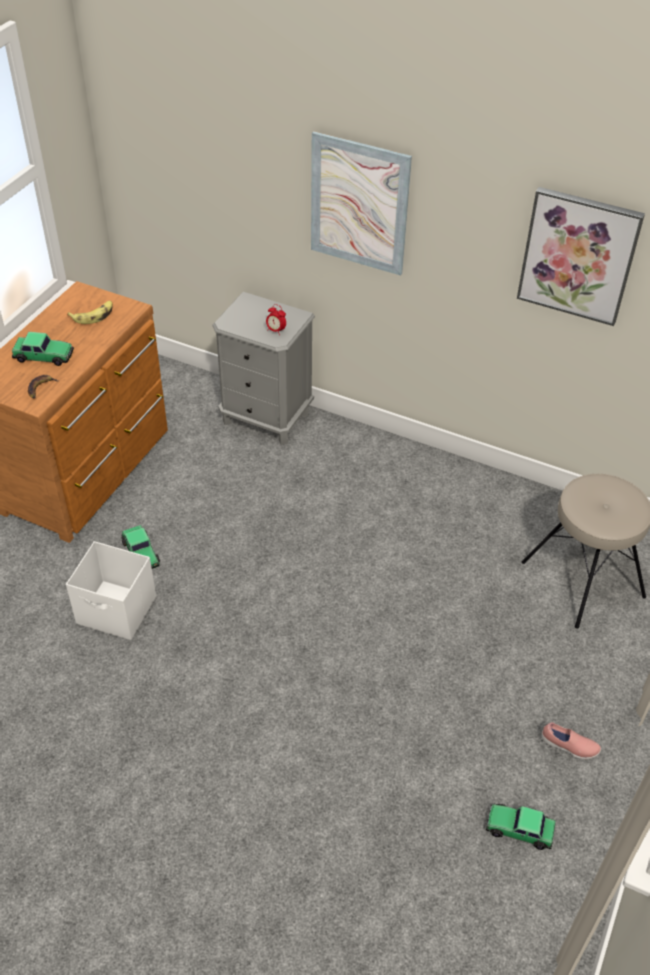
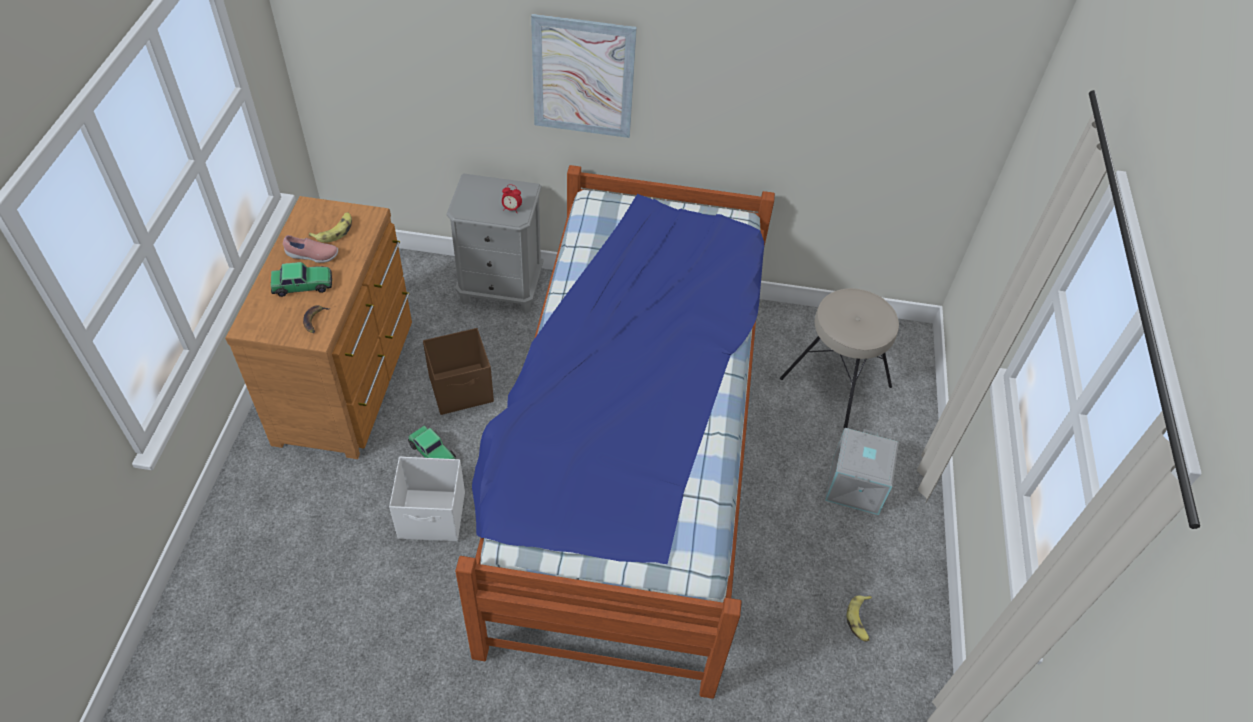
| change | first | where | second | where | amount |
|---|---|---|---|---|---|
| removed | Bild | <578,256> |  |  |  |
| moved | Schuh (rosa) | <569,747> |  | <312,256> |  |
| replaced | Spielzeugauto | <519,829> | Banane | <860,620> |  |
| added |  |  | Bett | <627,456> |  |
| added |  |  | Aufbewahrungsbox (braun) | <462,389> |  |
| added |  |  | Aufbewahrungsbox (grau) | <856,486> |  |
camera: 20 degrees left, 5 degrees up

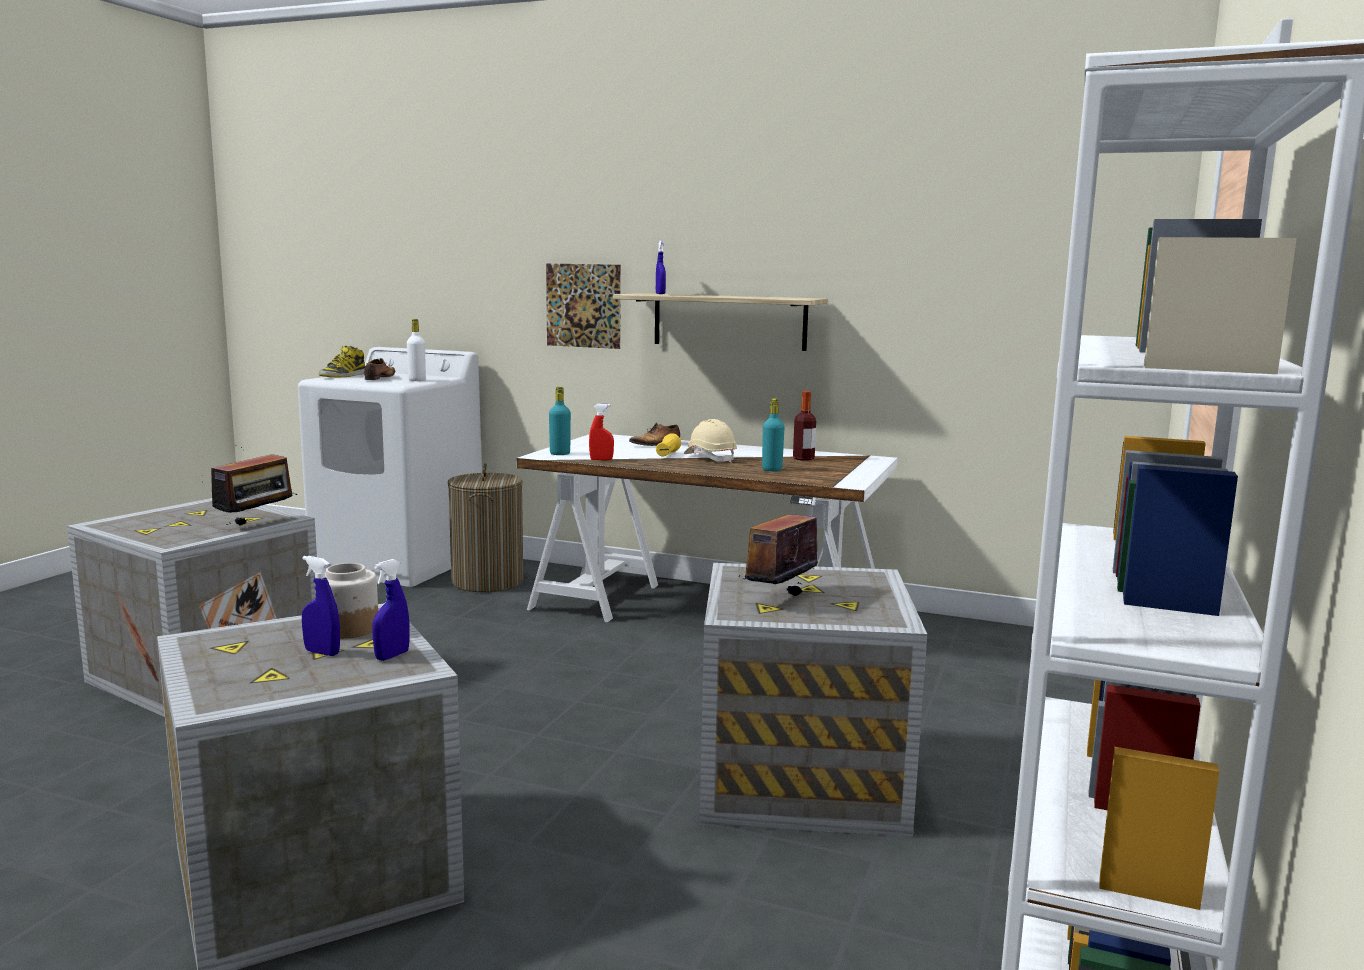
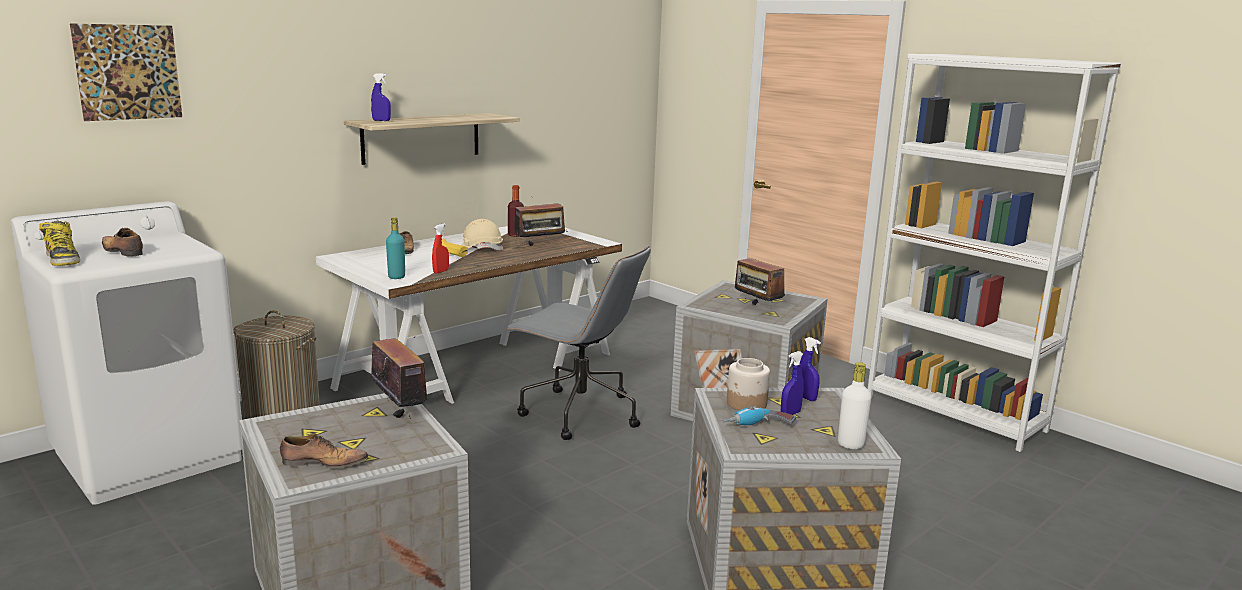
| change | first | where | second | where | amount |
|---|---|---|---|---|---|
| moved | Bild | <583,305> |  | <128,72> |  |
| moved | Flasche (weiß) | <417,380> |  | <850,444> |  |
| replaced | Flasche (türkis) | <772,469> | Radio | <540,246> |  |
| added |  |  | Bürostuhl (grau) | <578,413> |  |
| added |  |  | Bohrmaschine | <758,427> |  |
| added |  |  | Schuh | <323,463> |  |
camera: 65 degrees left, 5 degrees up

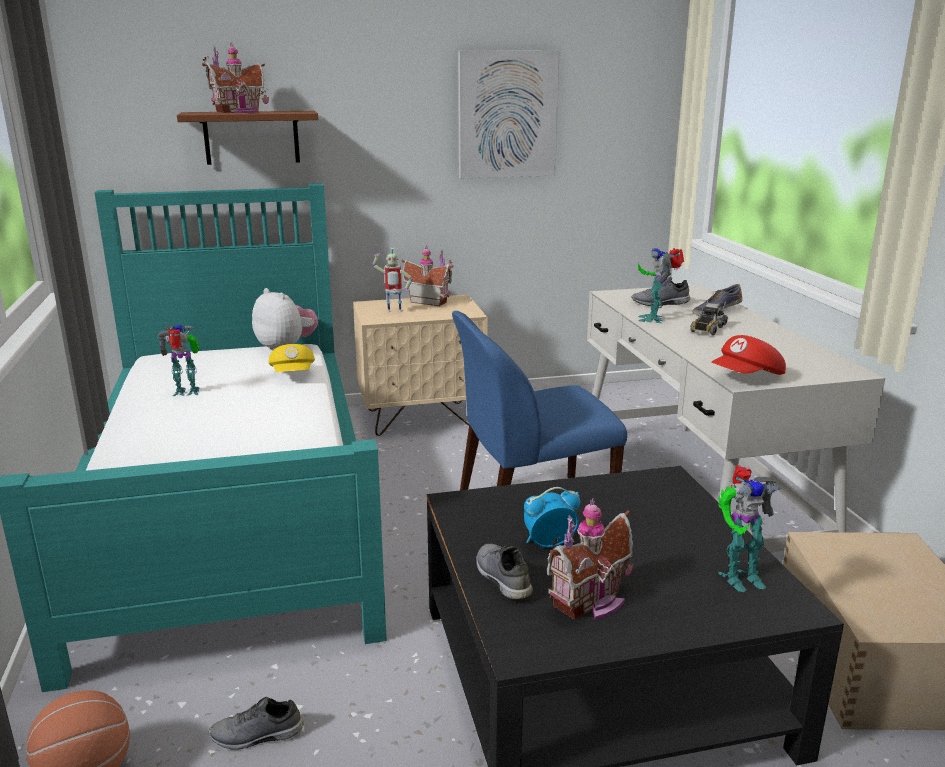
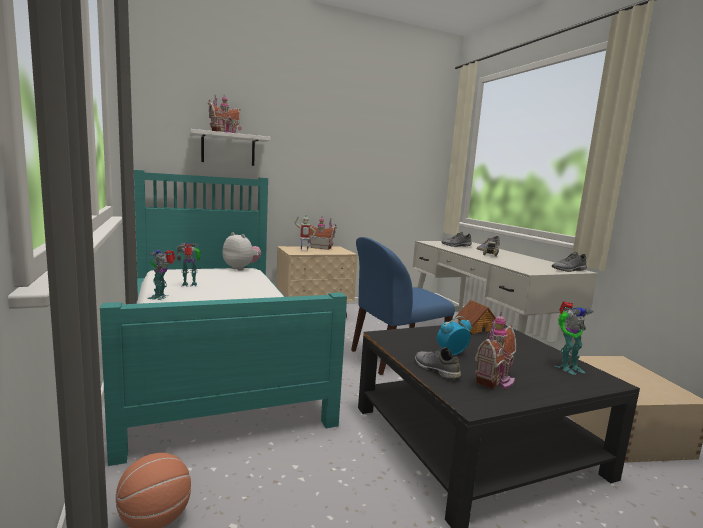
| change | first | where | second | where | amount |
|---|---|---|---|---|---|
| removed | Bild | <507,115> |  |  |  |
| recoloured | Wandregal (braun) | <251,137> | Wandregal (weiß) | <228,149> |  |
| moved | Spielzeugroboter | <654,319> |  | <160,297> |  |
| removed | Kappe (rot) | <747,378> |  |  |  |
| removed | Kappe (gelb) | <293,375> |  |  |  |
| moved | Schuh (grau) | <256,736> |  | <569,270> |  |
| added |  |  | Spielzeughaus | <475,328> |  |
camera: 10 degrees left, 10 degrees down

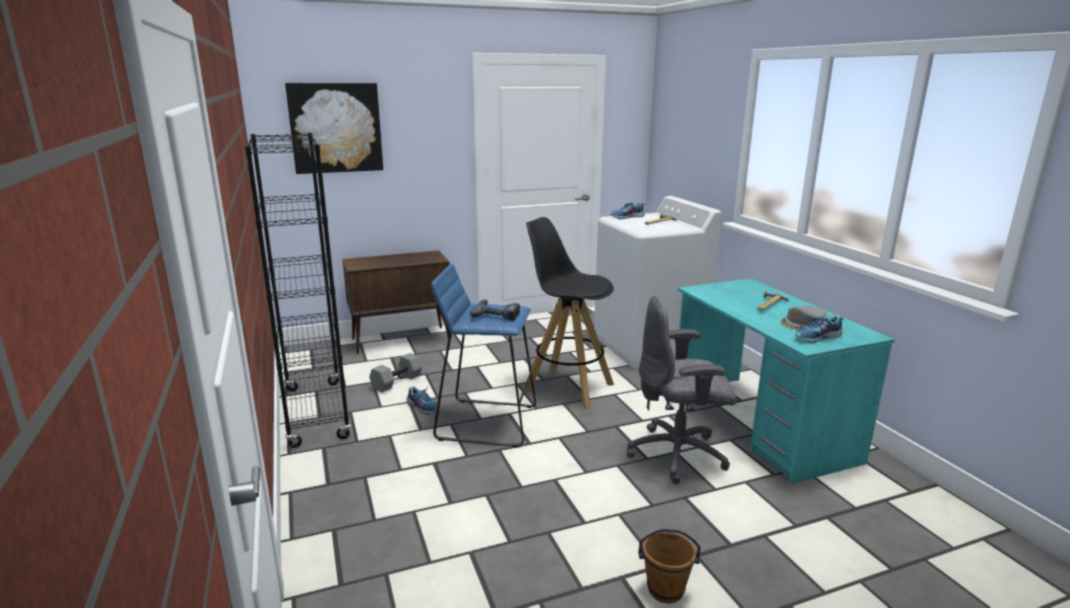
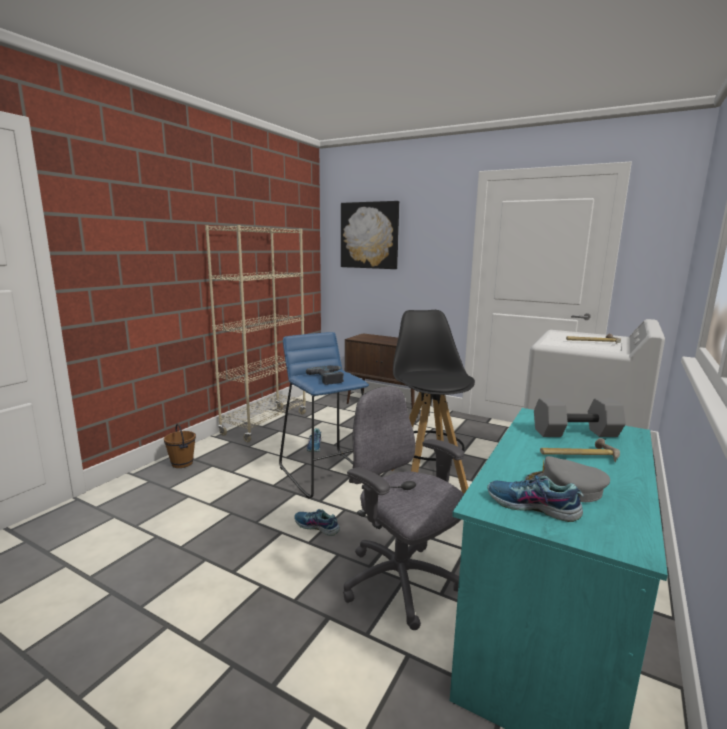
| change | first | where | second | where | amount |
|---|---|---|---|---|---|
| recoloured | Bücherregal (schwarz) | <316,413> | Bücherregal (beige) | <265,424> |  |
| moved | Schuh | <627,217> |  | <316,527> |  |
| moved | Hantel (grau) | <396,381> |  | <575,432> |  |
| moved | Eimer (braun) | <665,591> |  | <181,464> |  |
camera: 50 degrees right, 5 degrees down

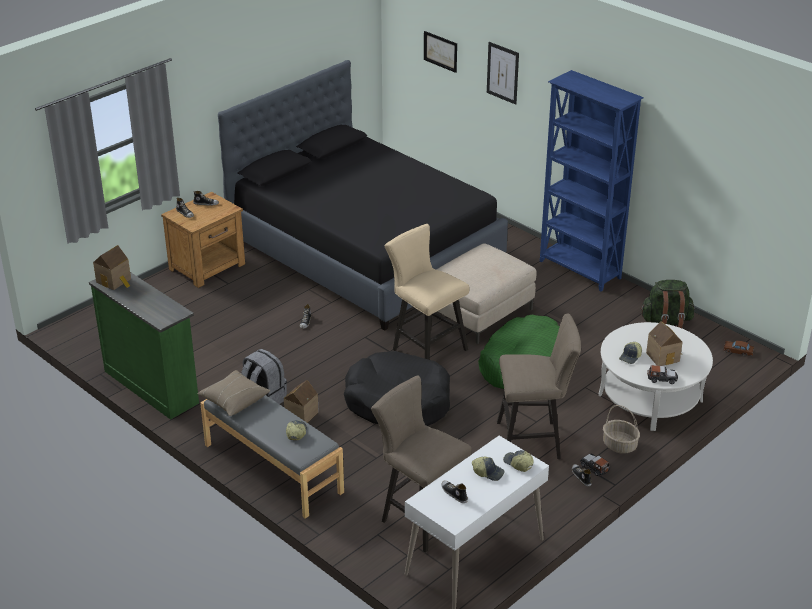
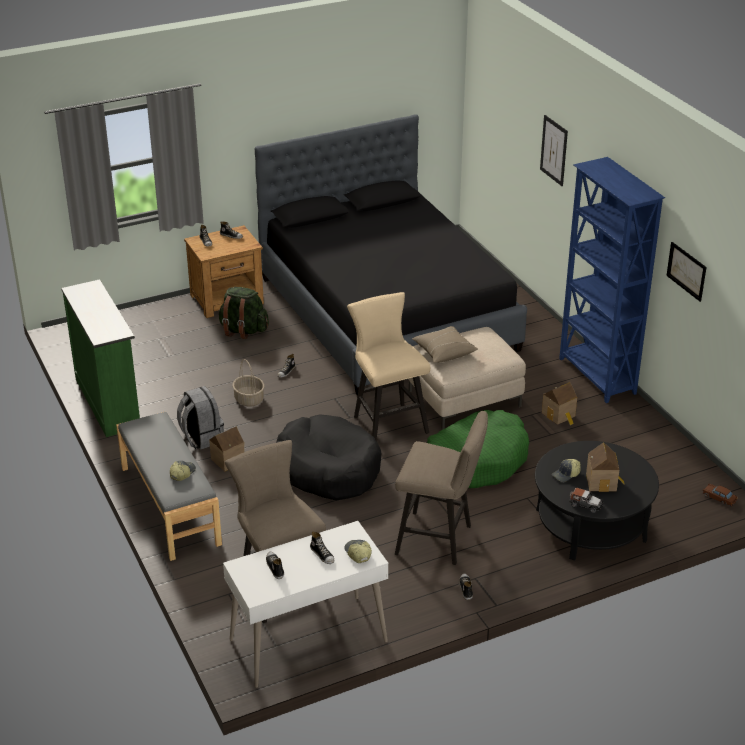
| change | first | where | second | where | amount |
|---|---|---|---|---|---|
| moved | Bild | <440,51> |  | <686,271> |  |
| moved | Spielzeughaus | <115,281> |  | <559,415> |  |
| moved | Rucksack (grün) | <666,323> |  | <243,330> |  |
| recoloured | Couchtisch (weiß) | <650,397> | Couchtisch (schwarz) | <591,524> |  |
| moved | Kissen (beige) | <234,400> |  | <444,352> |  |
| moved | Korb | <619,445> |  | <248,399> |  |
| removed | Spielzeugauto | <594,467> |  |  |  |
| replaced | Kappe | <488,472> | Schuh | <322,554> |  |
camera: 20 degrees right, 0 degrees up

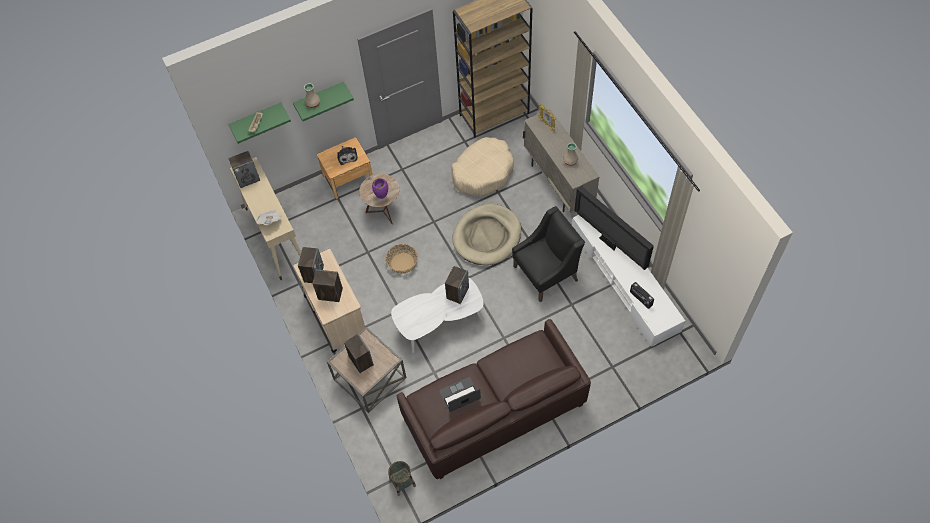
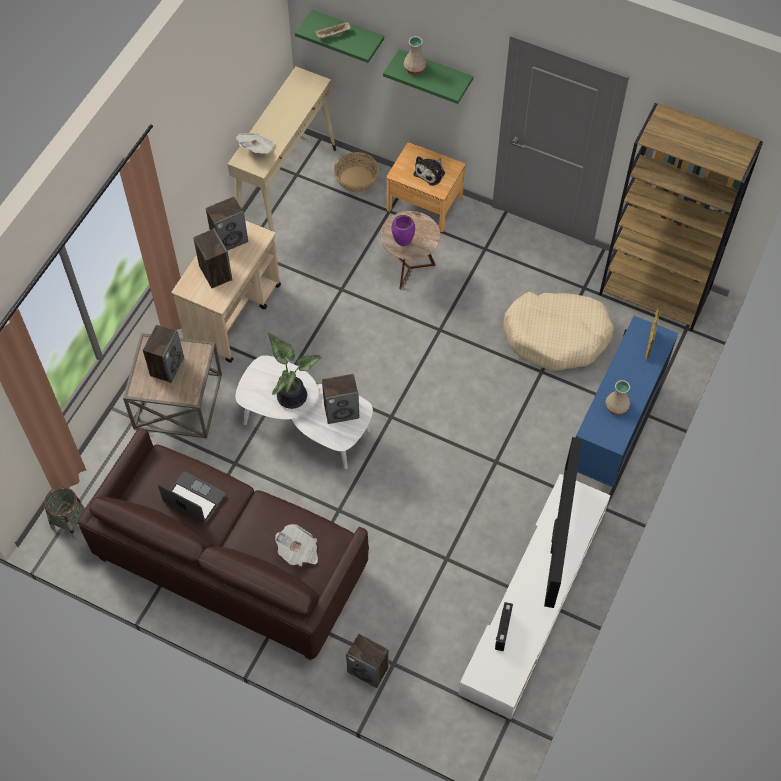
| change | first | where | second | where | amount |
|---|---|---|---|---|---|
| recoloured | Schrank (beige) | <558,184> | Schrank (blau) | <613,432> |  |
| moved | Lautsprecher | <248,178> |  | <368,669> |  |
| removed | Hundebett (beige) | <487,236> |  |  |  |
| removed | Sessel (schwarz) | <546,273> |  |  |  |
| moved | Korb | <402,263> |  | <356,179> |  |
| added |  |  | Topfpflanze | <292,395> |  |
| added |  |  | Zeitung | <298,551> |  |
camera: 50 degrees right, 0 degrees up

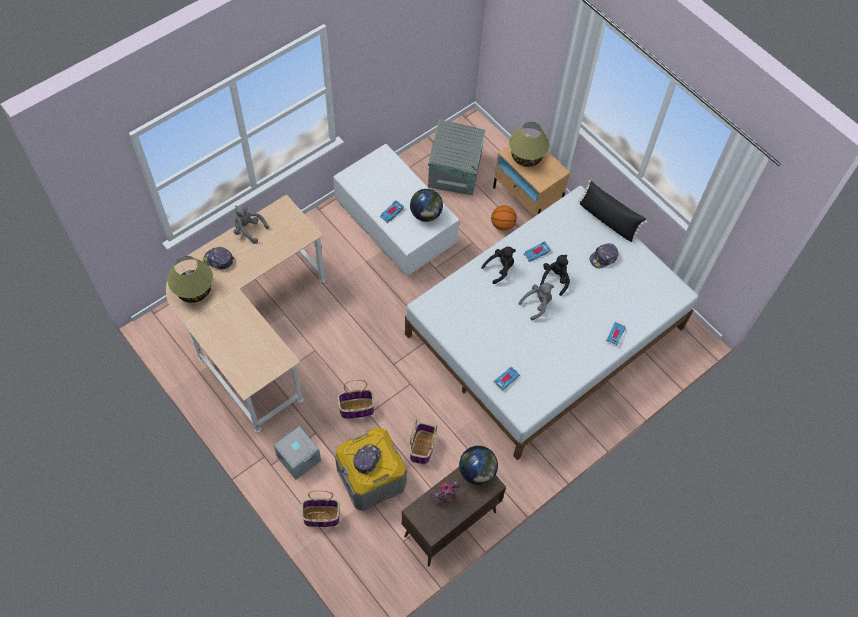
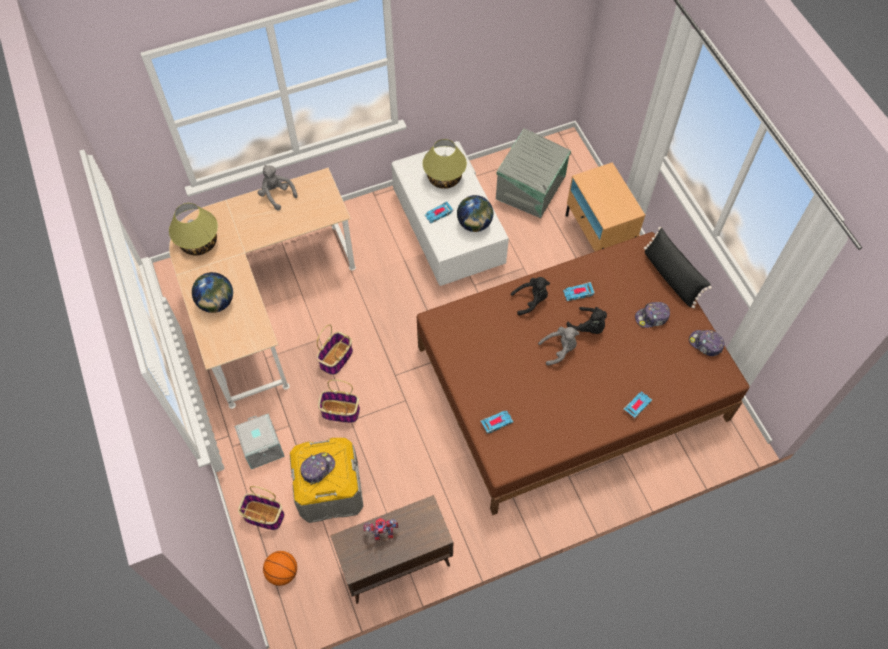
| change | first | where | second | where | amount |
|---|---|---|---|---|---|
| moved | Tischlampe | <526,157> |  | <444,178> |  |
| recoloured | Bett (weiß) | <545,331> | Bett (braun) | <571,383> |  |
| moved | Basketball | <502,225> |  | <282,572> |  |
| moved | Kappe | <218,260> |  | <705,344> |  |
| turned | Plüschtier (schwarz) | <555,279> |  | <588,327> | 90 degrees clockwise |
| moved | Korb | <422,448> |  | <336,359> |  |
| moved | Globus | <477,472> |  | <216,303> |  |
camera: 20 degrees right, 0 degrees up

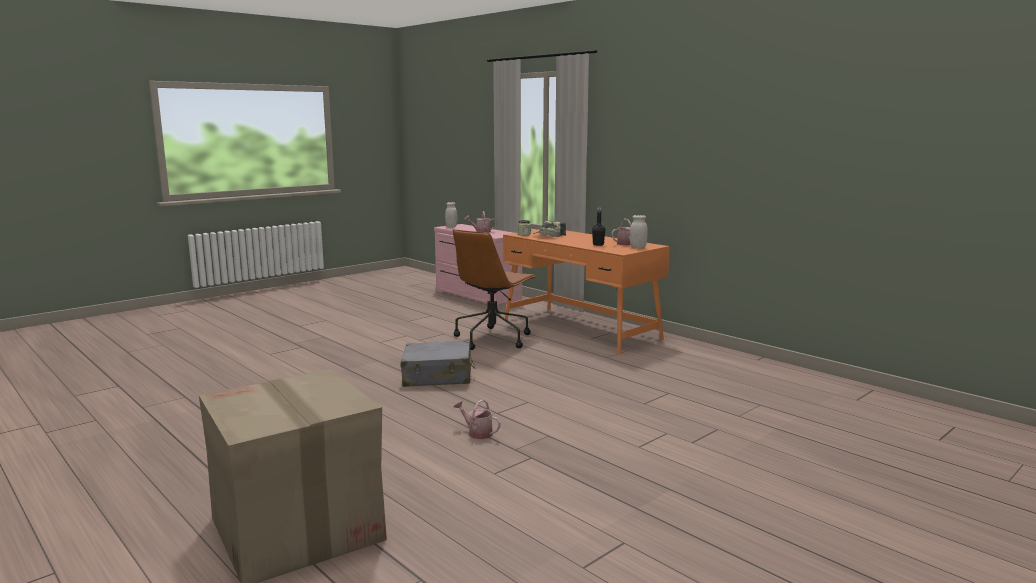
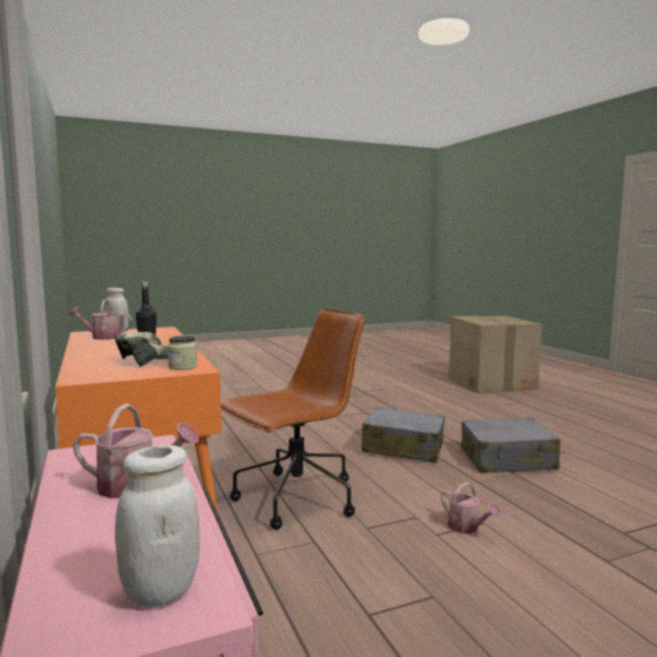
| change | first | where | second | where | amount |
|---|---|---|---|---|---|
| moved | Gießkanne | <477,433> |  | <467,528> |  |
| added |  |  | Koffer (grau) | <507,459> |  |
camera: 160 degrees left, 5 degrees down

